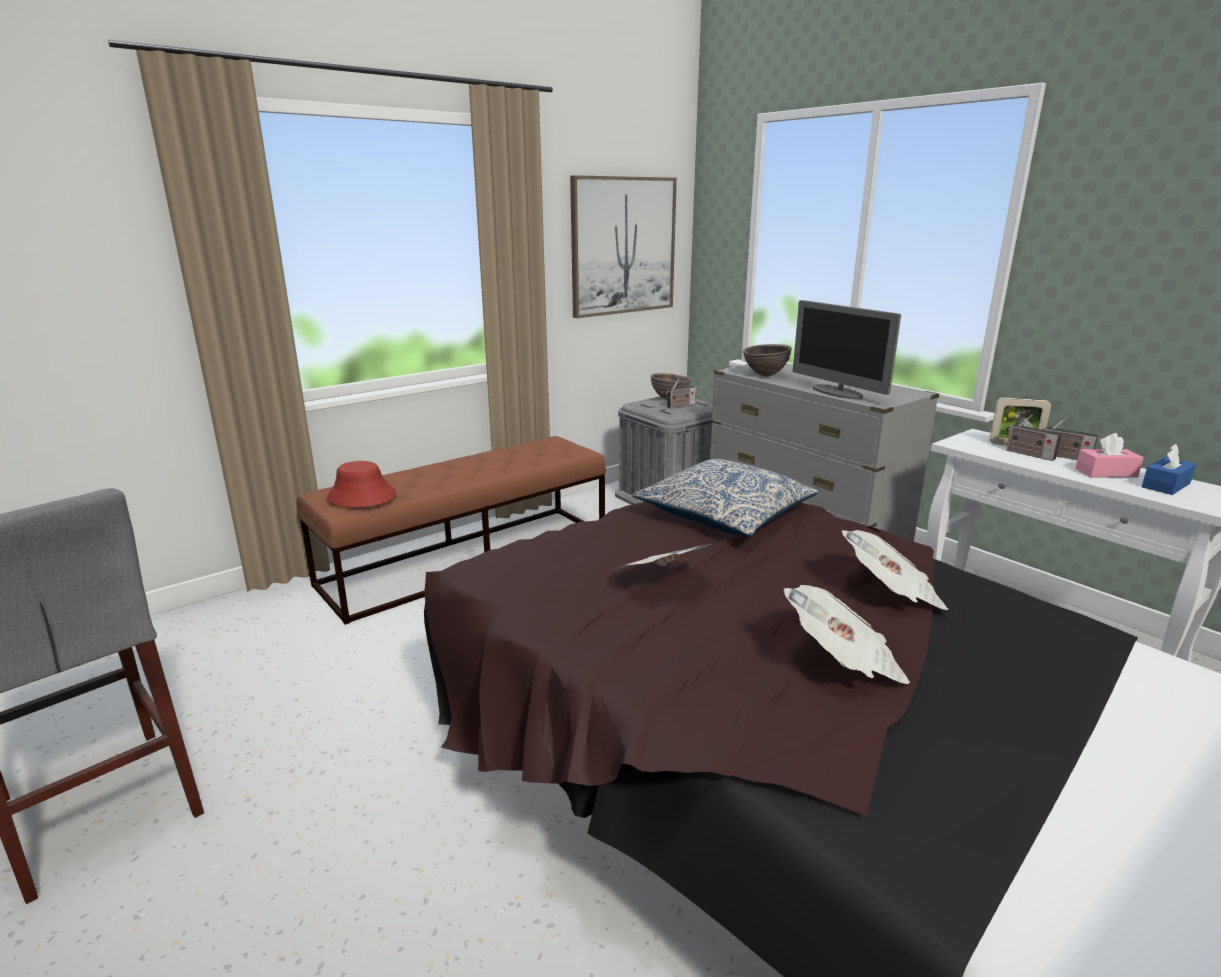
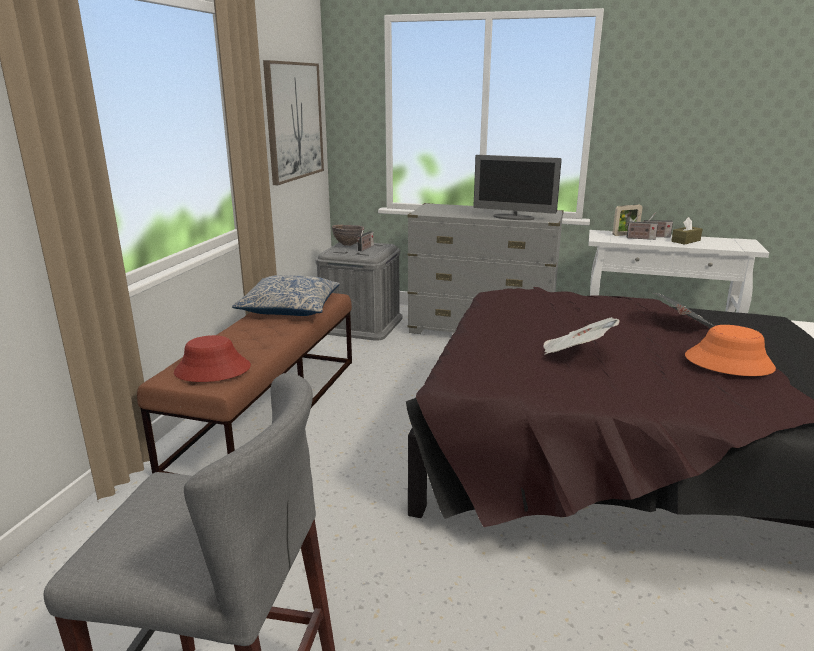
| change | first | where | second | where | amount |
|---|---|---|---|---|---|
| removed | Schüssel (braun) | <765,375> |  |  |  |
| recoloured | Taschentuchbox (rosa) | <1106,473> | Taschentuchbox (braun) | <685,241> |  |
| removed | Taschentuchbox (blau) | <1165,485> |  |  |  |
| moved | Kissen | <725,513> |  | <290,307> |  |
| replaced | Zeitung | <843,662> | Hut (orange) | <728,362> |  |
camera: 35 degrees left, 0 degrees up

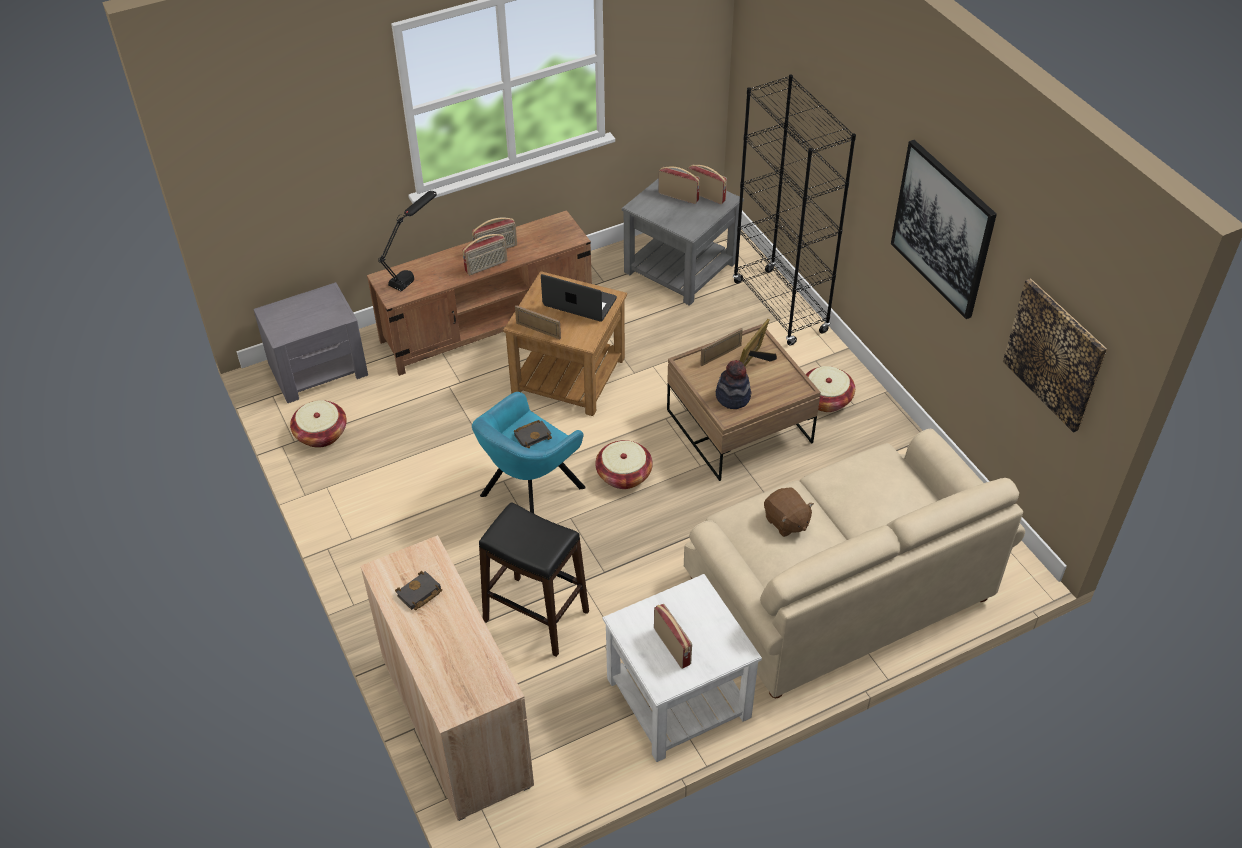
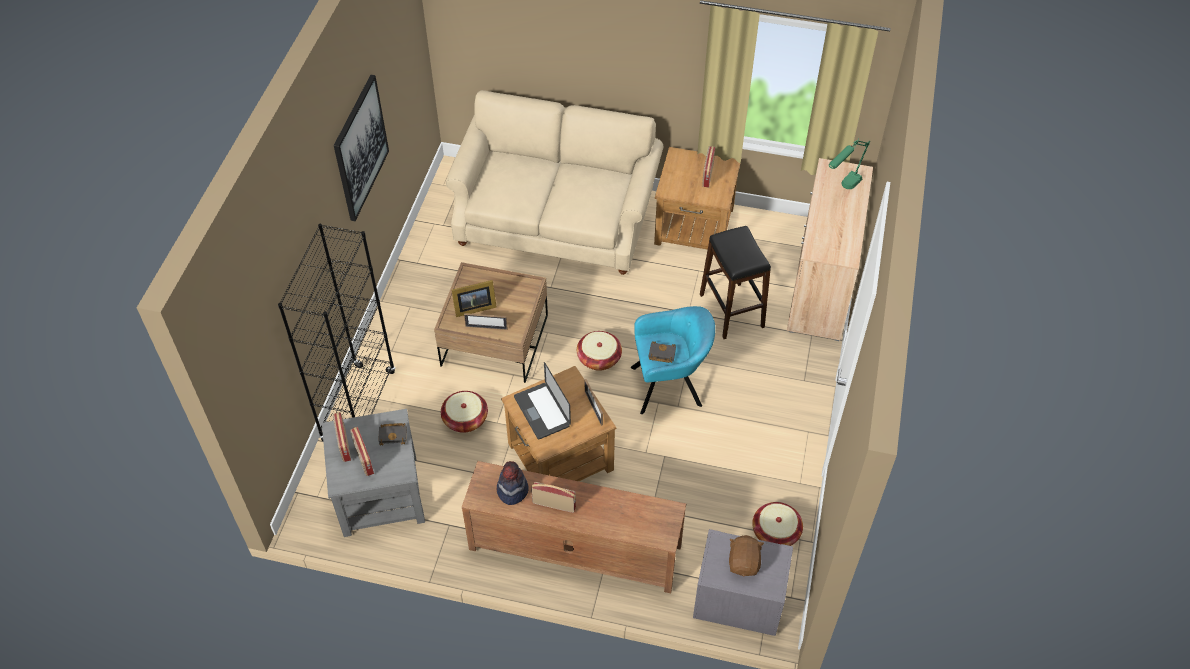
| change | first | where | second | where | amount |
|---|---|---|---|---|---|
| removed | Tischlampe (schwarz) | <414,271> |  |  |  |
| removed | Radio | <486,266> |  |  |  |
| removed | Bild | <1054,354> |  |  |  |
| moved | Hut | <733,396> |  | <512,490> |  |
| moved | Korb | <826,399> |  | <465,419> |  |
| moved | Plüschtier (braun) | <786,522> |  | <744,562> |  |
| moved | Buch (schwarz) | <419,594> |  | <393,435> |  |
| recoloured | Beistelltisch (weiß) | <678,697> | Beistelltisch (braun) | <694,226> |  |
| added |  |  | Tischlampe (grün) | <842,190> |  |
camera: 140 degrees left, 5 degrees up

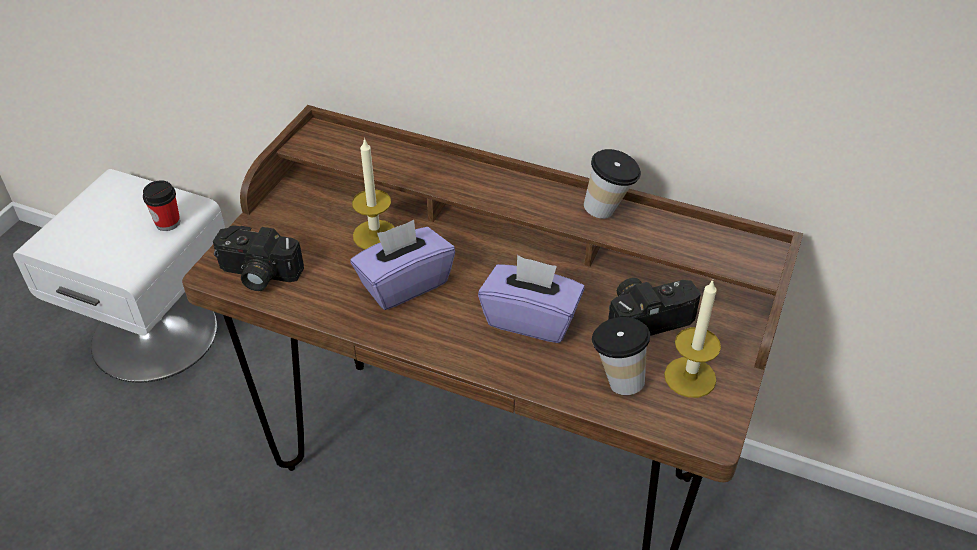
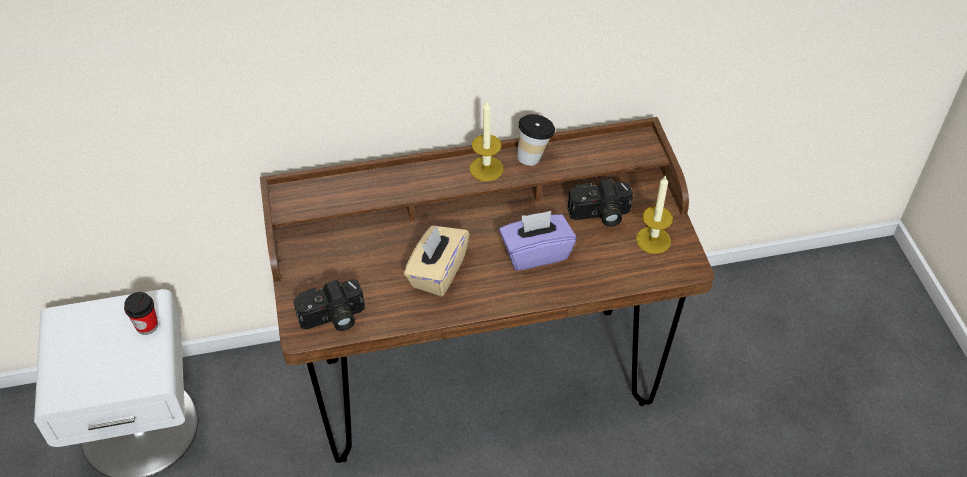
| change | first | where | second | where | amount |
|---|---|---|---|---|---|
| moved | Kerze | <375,235> |  | <486,168> |  |
| recoloured | Taschentuchbox (lila) | <404,284> | Taschentuchbox (beige) | <437,272> |  |
| turned | Kamera | <647,316> |  | <600,215> | 135 degrees counterclockwise |
| removed | Tasse | <616,379> |  |  |  |
camera: 35 degrees left, 5 degrees up

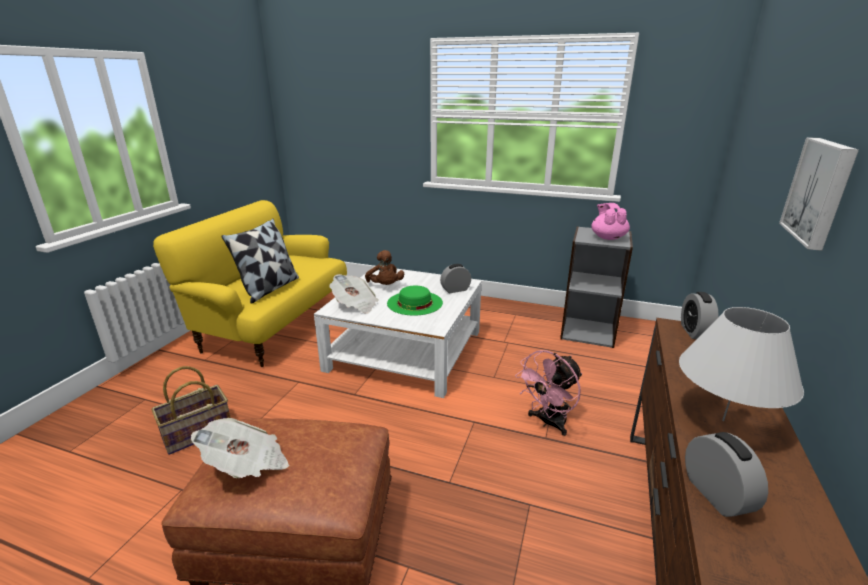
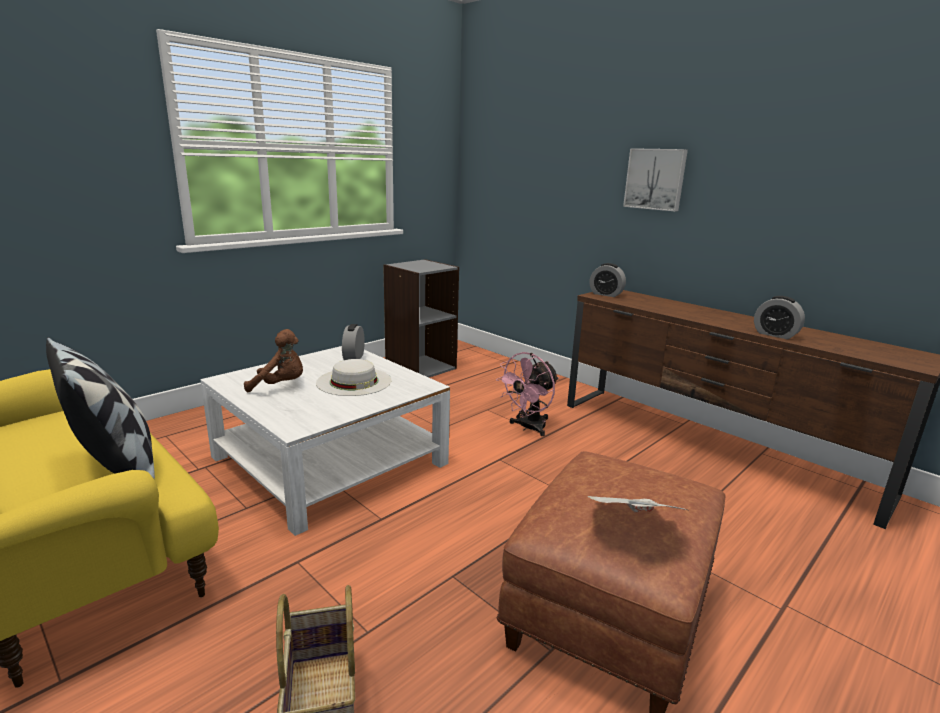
| change | first | where | second | where | amount |
|---|---|---|---|---|---|
| removed | Teekanne (rosa) | <608,237> |  |  |  |
| removed | Zeitung | <355,305> |  |  |  |
| recoloured | Hut (grün) | <415,303> | Hut (weiß) | <354,381> |  |
| removed | Tischlampe (weiß) | <723,420> |  |  |  |
| turned | Ventilator (rosa) | <548,422> |  | <528,428> | 60 degrees clockwise |
| turned | Wecker | <716,494> |  | <775,334> | 150 degrees counterclockwise |
camera: 65 degrees left, 5 degrees down

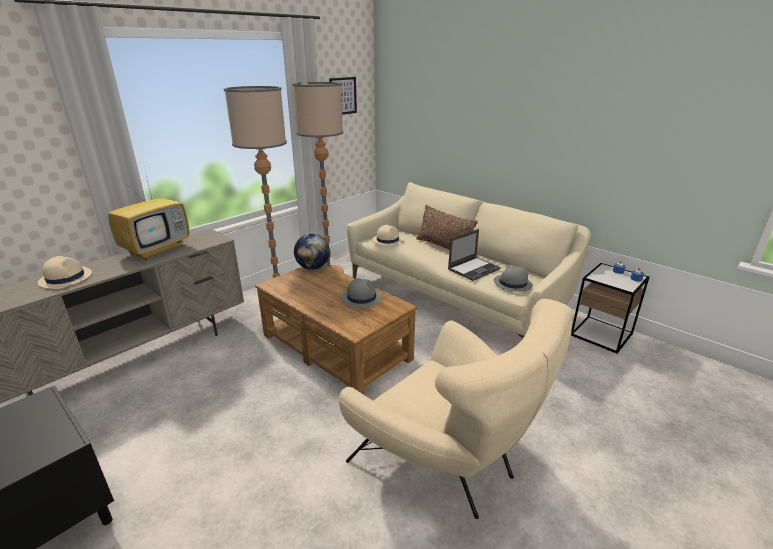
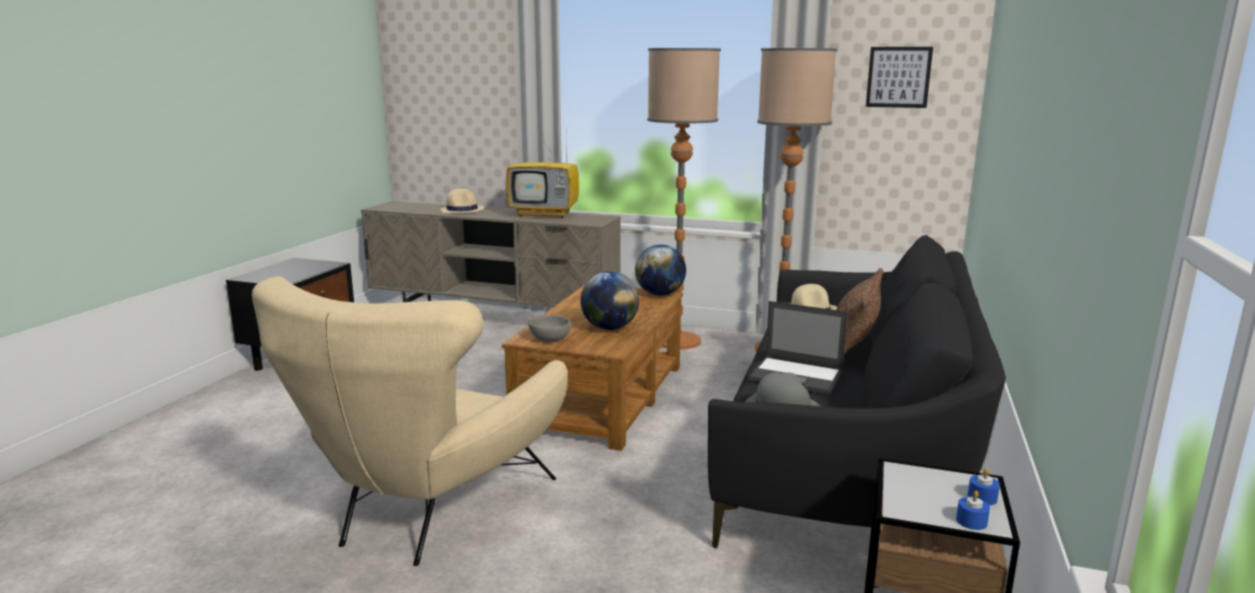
| change | first | where | second | where | amount |
|---|---|---|---|---|---|
| recoloured | Sofa (beige) | <455,296> | Sofa (schwarz) | <846,452> |  |
| replaced | Hut (grau) | <361,298> | Globus | <609,328> |  |
| added |  |  | Schüssel (grau) | <549,339> |  |
camera: 65 degrees right, 10 degrees down

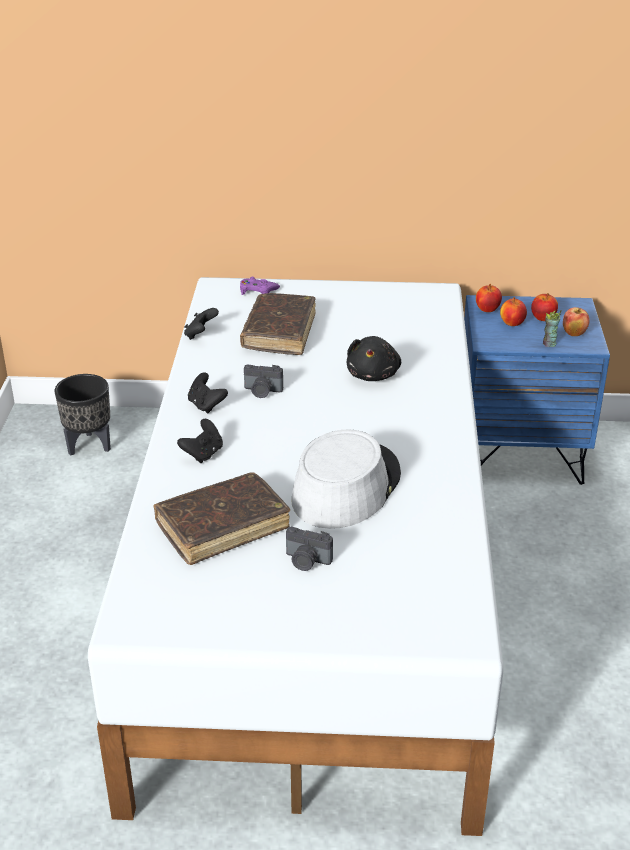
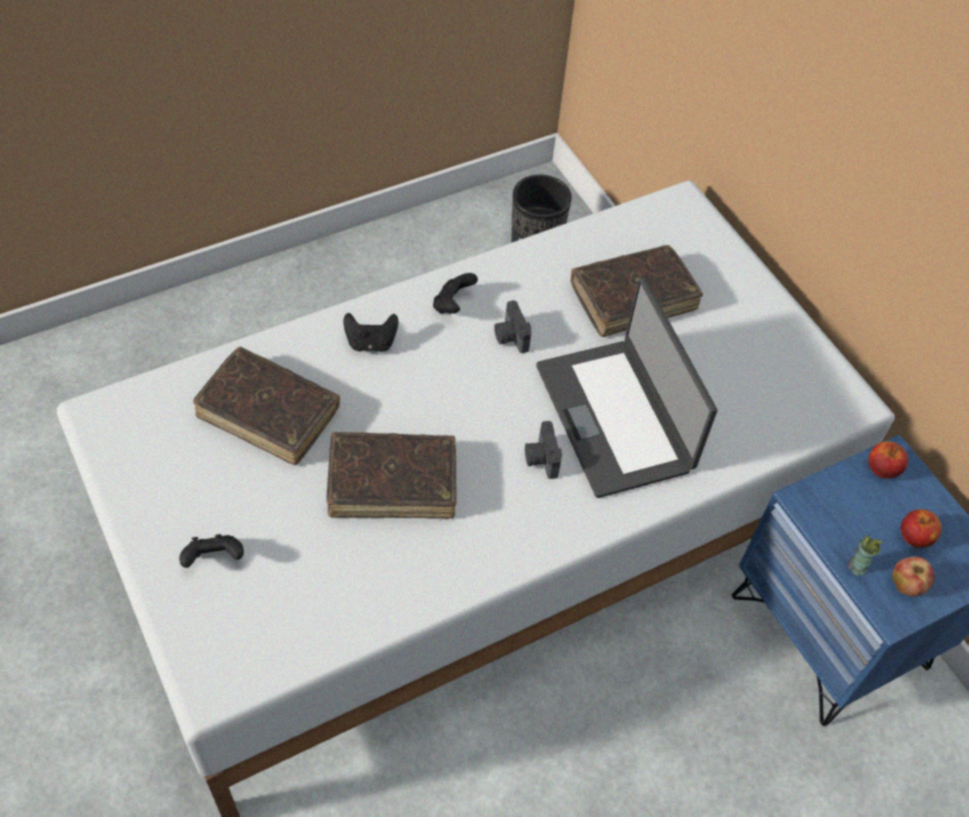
| change | first | where | second | where | amount |
|---|---|---|---|---|---|
| removed | Gamepad (lila) | <257,291> |  |  |  |
| removed | Apfel | <512,323> |  |  |  |
| moved | Gamepad (schwarz) | <200,335> |  | <214,559> |  |
| replaced | Plüschtier (schwarz) | <373,374> | Laptop | <616,417> |  |
| replaced | Hut (grau) | <345,487> | Buch (braun) | <392,483> |  |
| moved | Kamera | <306,561> |  | <541,459> |  |
camera: 55 degrees right, 20 degrees up

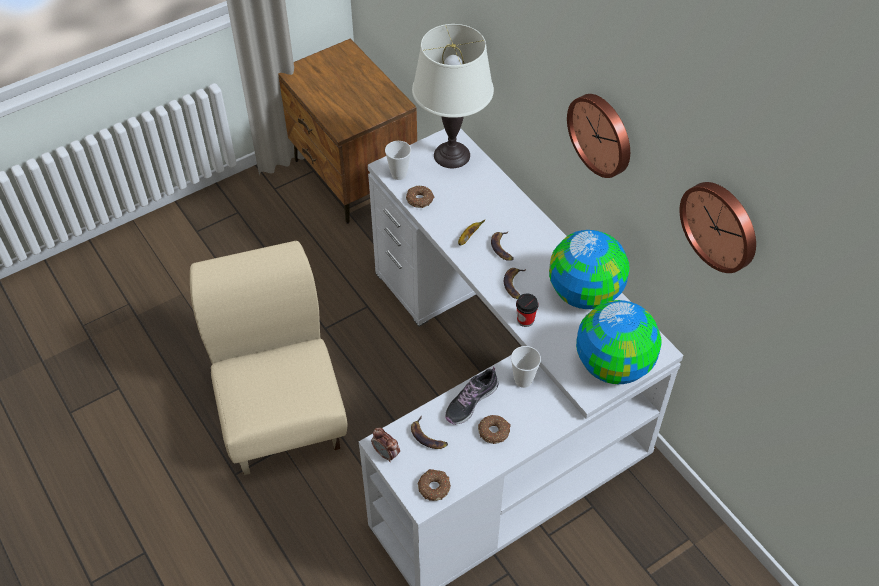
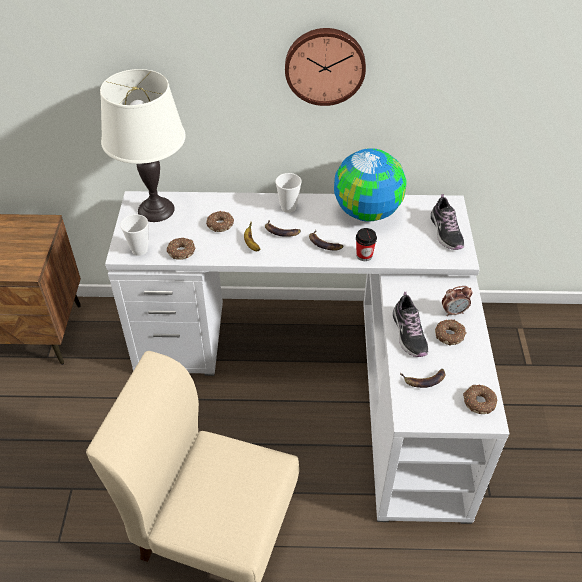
| change | first | where | second | where | amount |
|---|---|---|---|---|---|
| removed | Wanduhr | <721,225> |  |  |  |
| replaced | Globus | <614,365> | Schuh | <446,232> |  |
| moved | Tasse | <523,380> |  | <288,207> |  |
| moved | Wecker | <386,454> |  | <454,312> |  |
| added |  |  | Donut | <220,224> |  |
camera: 55 degrees left, 5 degrees down

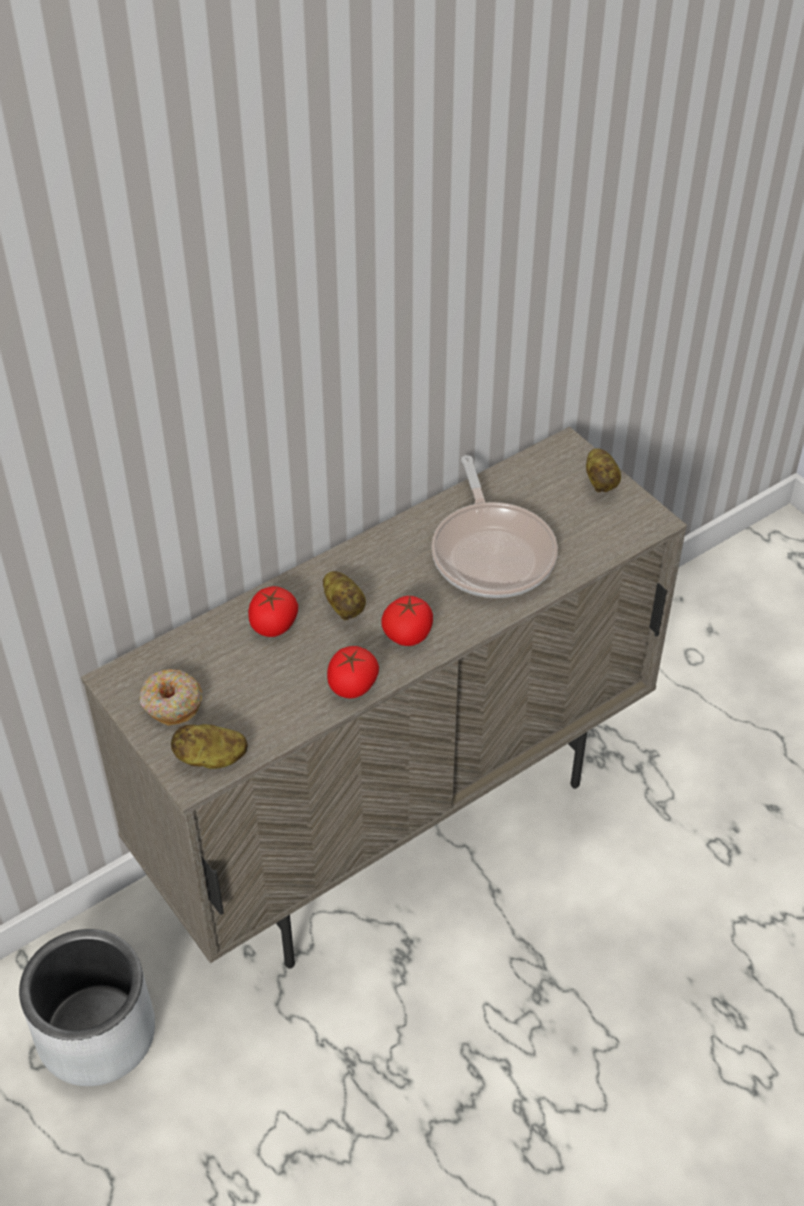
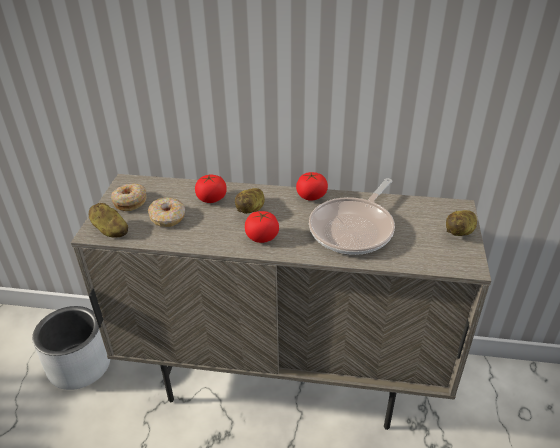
| change | first | where | second | where | amount |
|---|---|---|---|---|---|
| moved | Tomate | <352,686> |  | <311,196> |  |
| added |  |  | Donut | <168,217> |  |
camera: 45 degrees right, 10 degrees down

